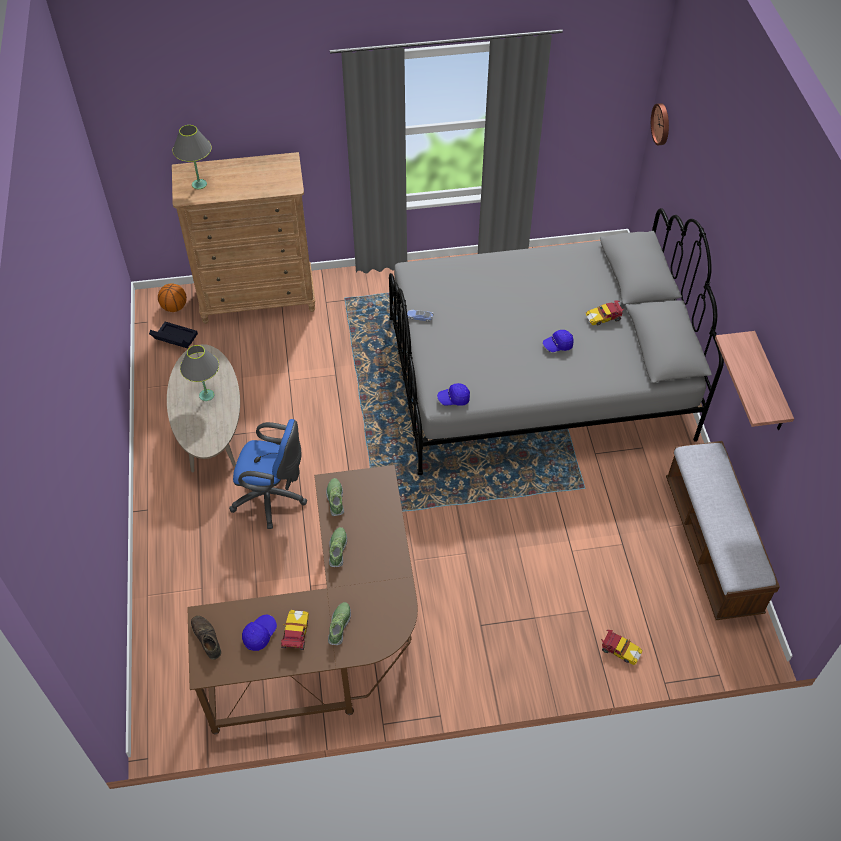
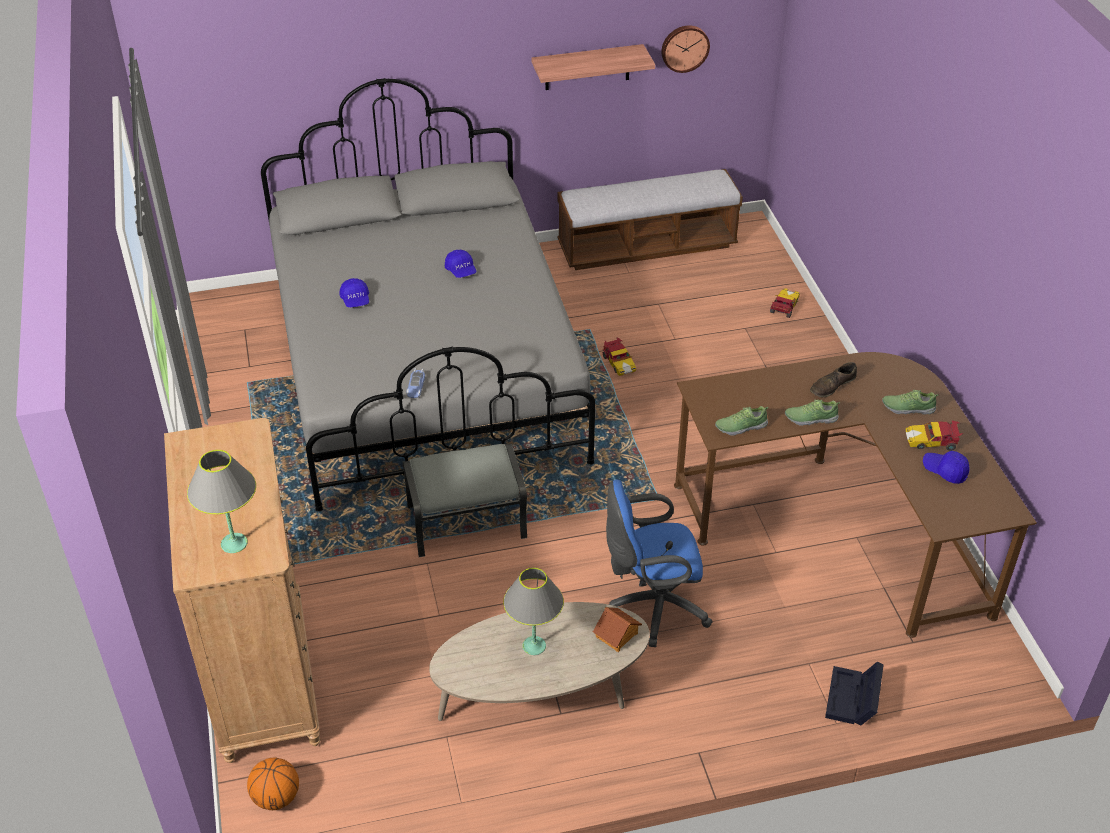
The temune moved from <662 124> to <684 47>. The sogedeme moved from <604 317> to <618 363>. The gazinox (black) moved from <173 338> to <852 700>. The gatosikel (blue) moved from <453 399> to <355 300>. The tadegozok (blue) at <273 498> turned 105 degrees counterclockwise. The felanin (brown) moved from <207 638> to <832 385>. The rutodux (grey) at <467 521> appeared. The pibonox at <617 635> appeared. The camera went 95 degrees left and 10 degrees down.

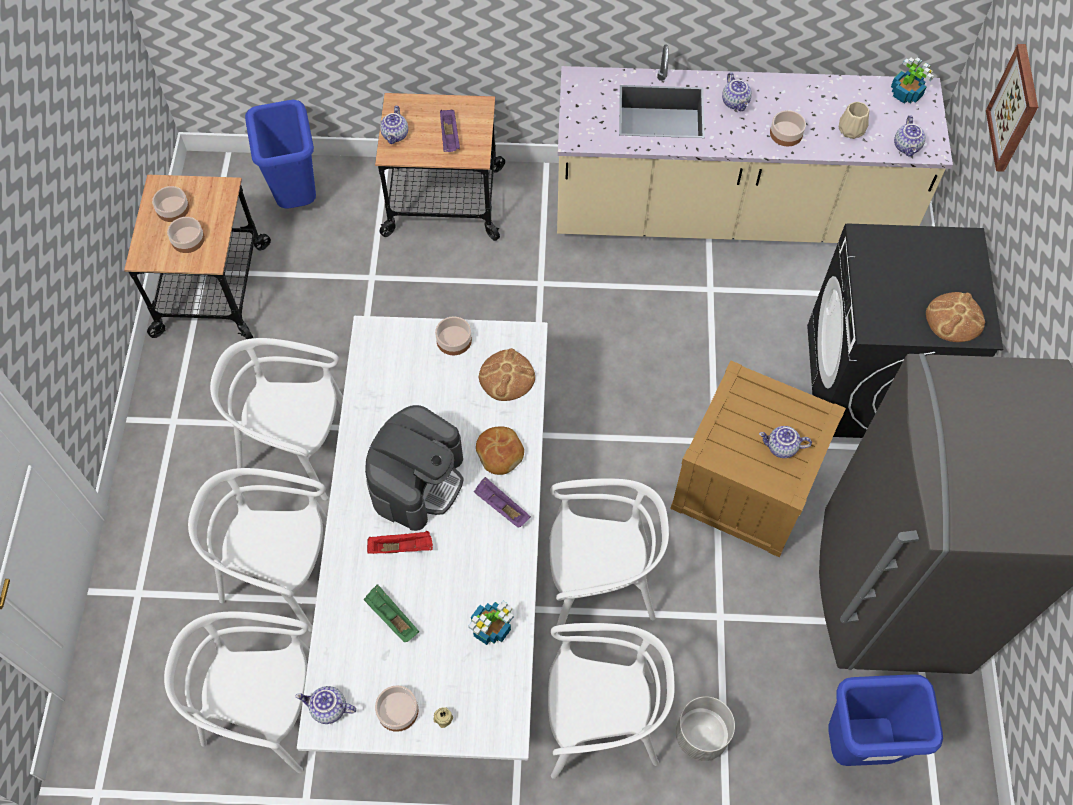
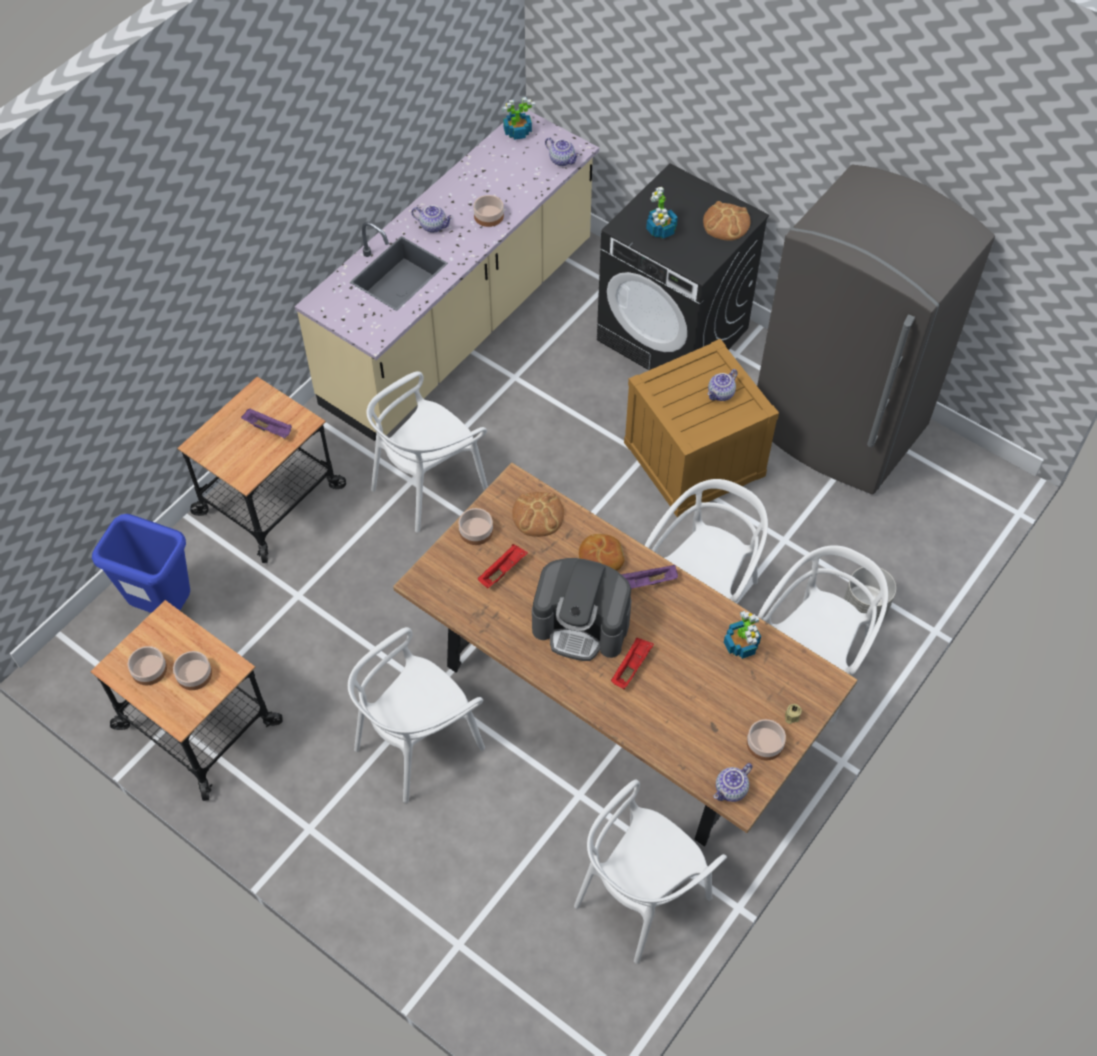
The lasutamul at <1014 109> disappeared. The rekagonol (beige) at <850 130> disappeared. The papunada at <396 135> disappeared. The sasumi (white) at <444 572> became the sasumi (brown) at <615 698>. The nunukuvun at <418 480> turned 135 degrees clockwise. The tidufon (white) moved from <282 573> to <428 485>. The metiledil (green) at <391 617> disappeared. The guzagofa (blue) at <858 745> disappeared. The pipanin at <661 230> appeared. The metiledil (red) at <502 570> appeared. The camera went 55 degrees left and 5 degrees down.

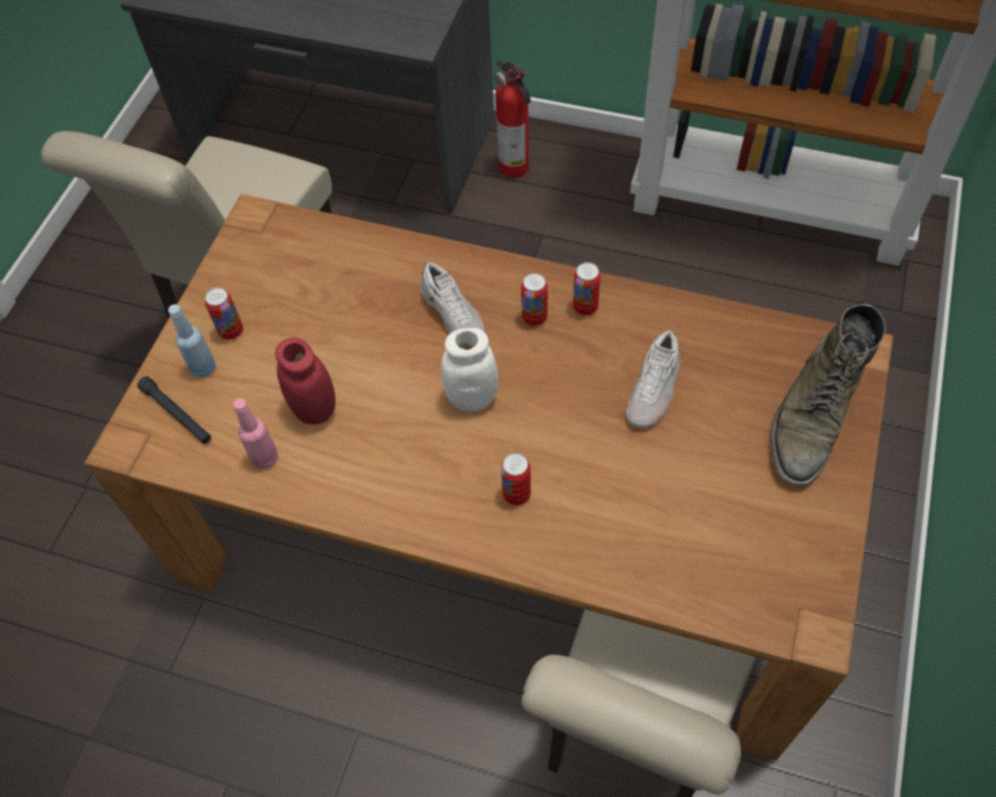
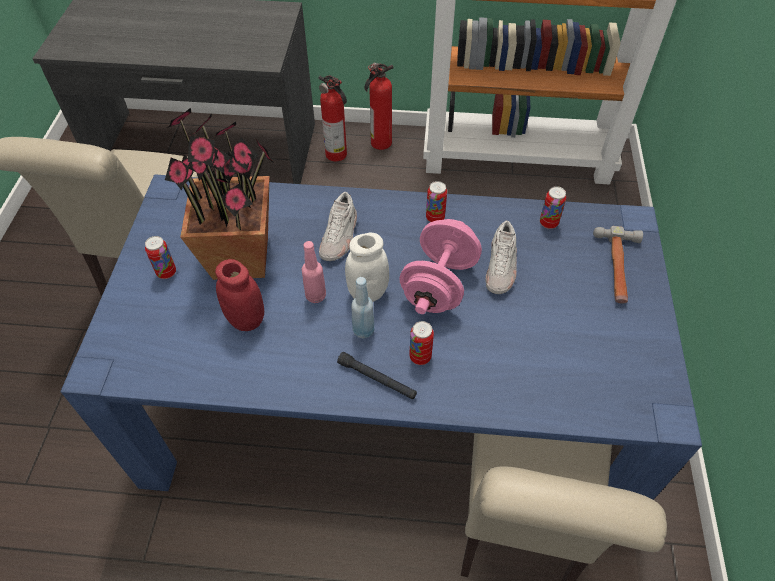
The sasumi (brown) at <506 528> became the sasumi (blue) at <387 401>. The felanin (white) at <454 316> turned 60 degrees clockwise. The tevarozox moved from <534 318> to <548 223>. The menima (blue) moved from <203 368> to <363 330>. The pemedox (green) at <812 417> was replaced by the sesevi at <617 268>. The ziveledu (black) moved from <177 414> to <377 379>. The menima (pink) moved from <265 458> to <315 296>. The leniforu at <379 143> appeared. The pipanin at <242 258> appeared. The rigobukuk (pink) at <439 285> appeared. The camera went 15 degrees left and 5 degrees down.

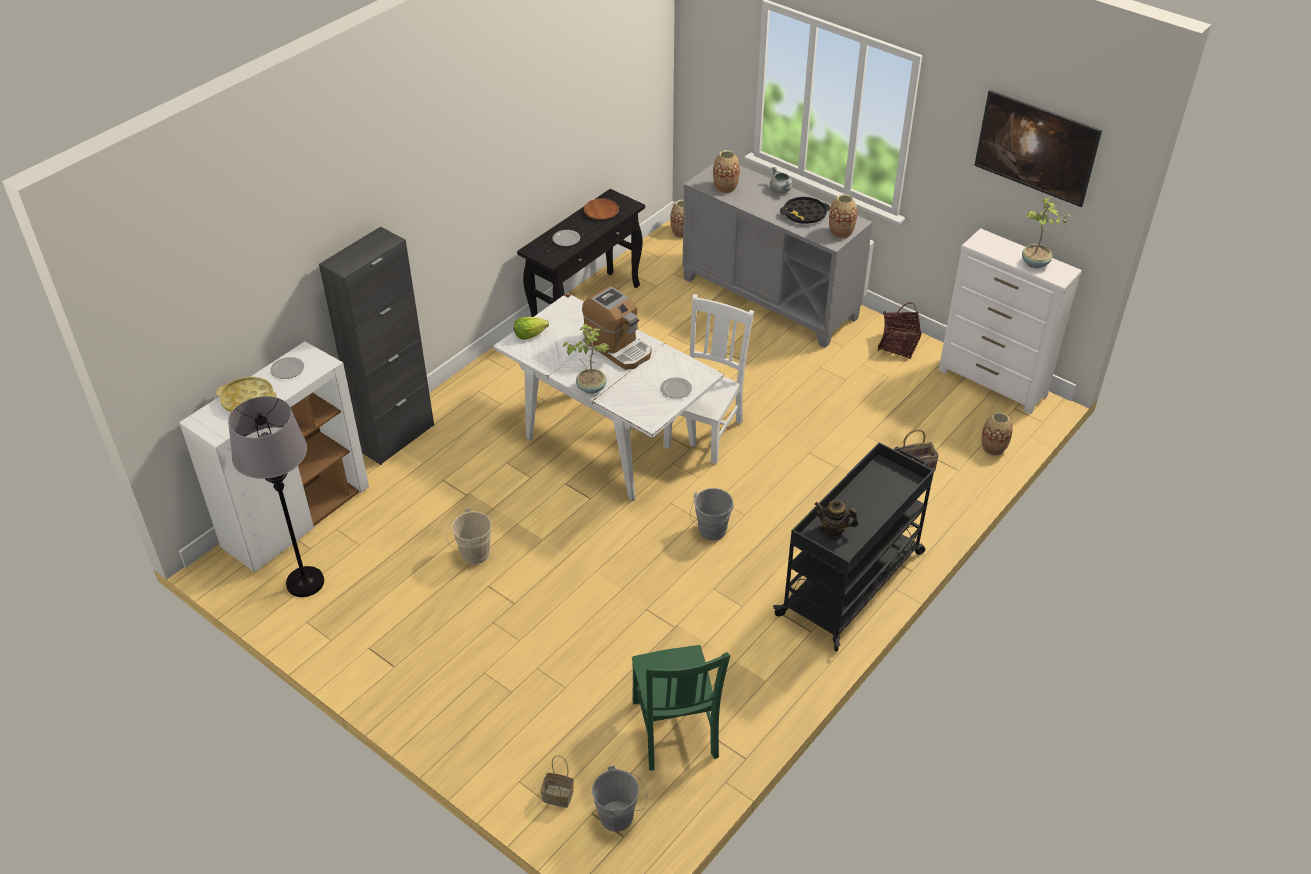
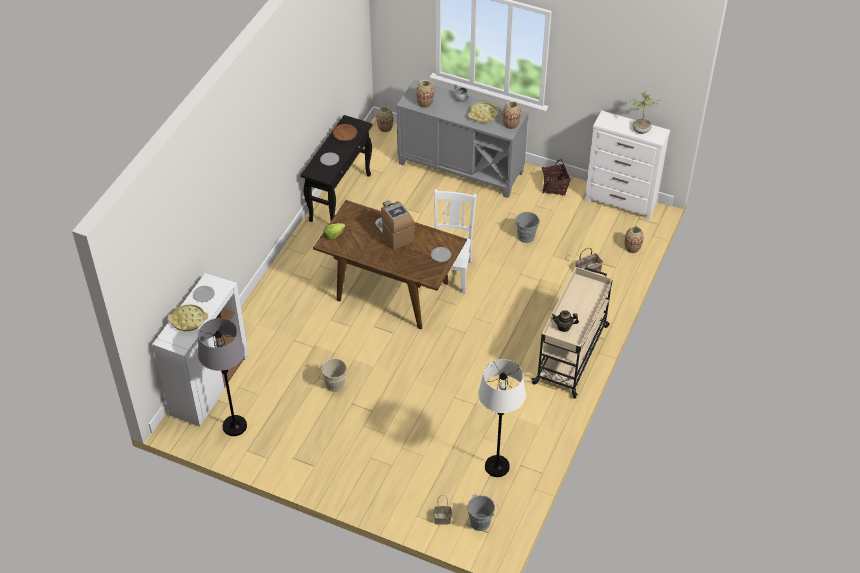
The lasutamul at <1032 166> disappeared. The metiledil (black) at <804 214> became the metiledil (yellow) at <483 114>. The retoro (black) at <396 437> disappeared. The nunukuvun at <618 348> turned 150 degrees counterclockwise. The sasumi (white) at <609 440> became the sasumi (brown) at <391 291>. The pipanin at <591 387> disappeared. The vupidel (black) at <852 582> became the vupidel (beige) at <572 354>. The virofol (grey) moved from <711 532> to <525 238>. The tidufon (green) at <675 732> was replaced by the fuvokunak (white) at <497 467>. The camera went 15 degrees left and 5 degrees up.

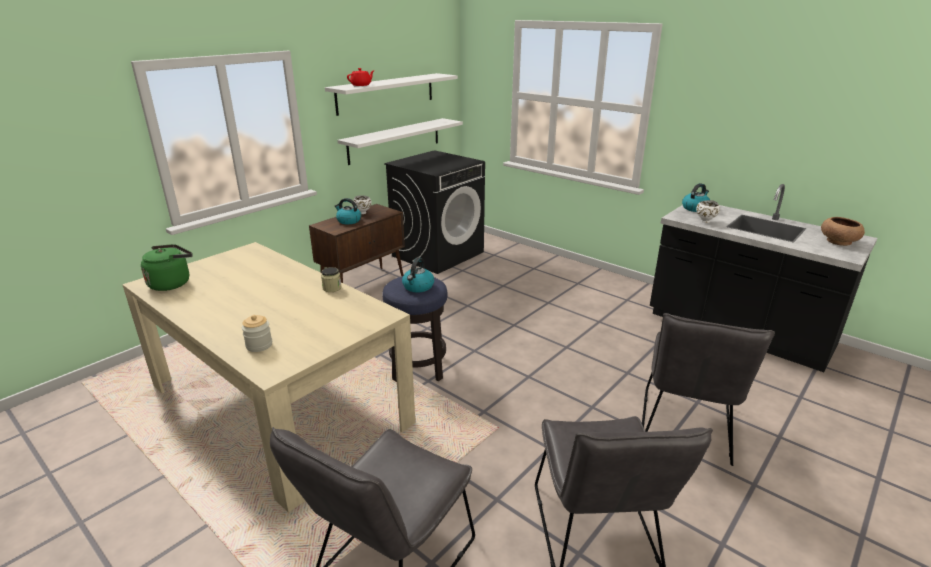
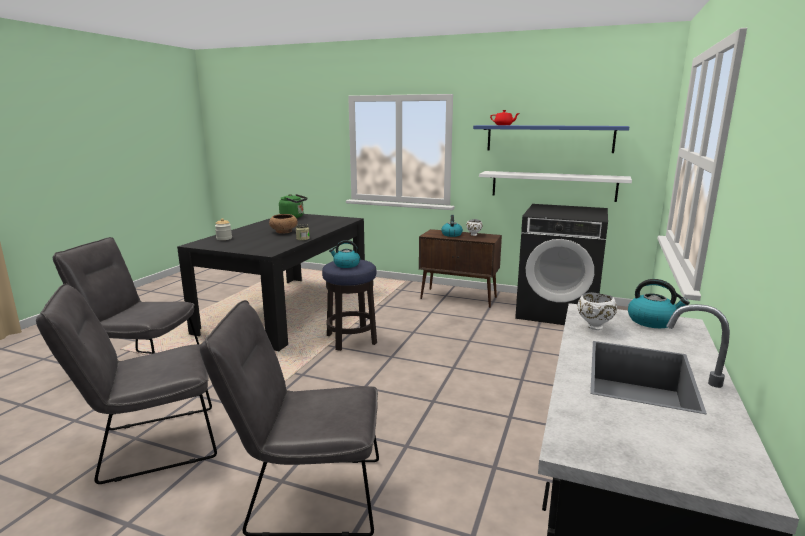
The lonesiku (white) at <386 93> became the lonesiku (blue) at <549 138>. The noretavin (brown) moved from <838 241> to <284 232>. The sasumi (beige) at <278 404> became the sasumi (black) at <287 309>. The camera went 70 degrees right and 10 degrees down.

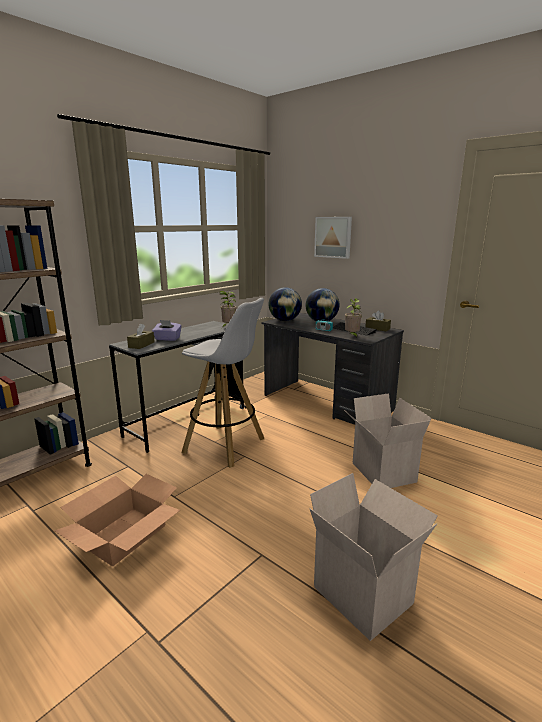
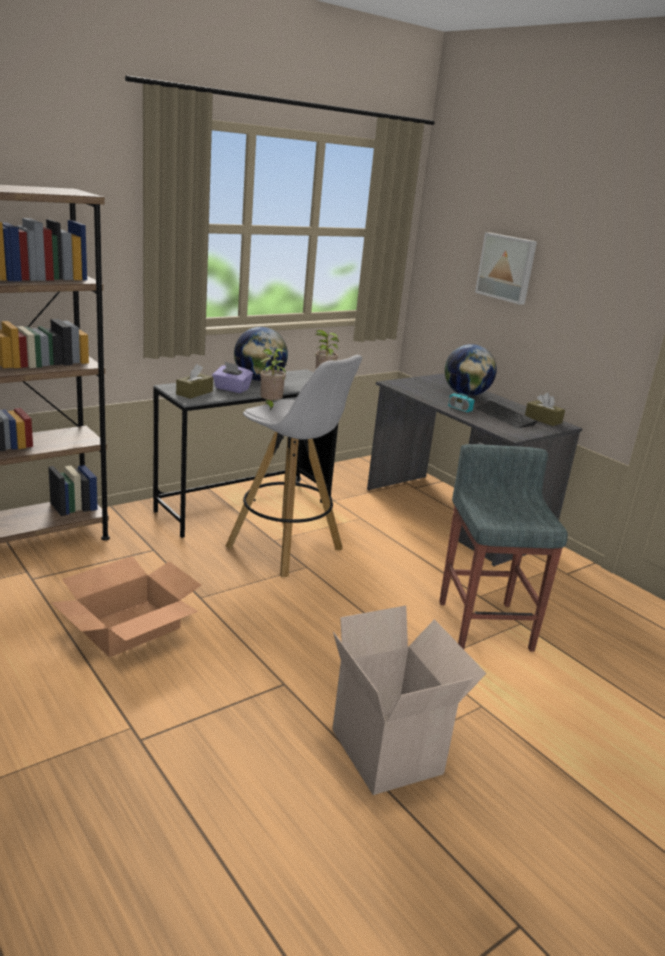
The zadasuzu moved from <284 320> to <259 379>. The pipanin moved from <352 336> to <270 406>. The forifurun at <381 472> was replaced by the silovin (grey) at <484 624>. The camera went 10 degrees right and 5 degrees up.

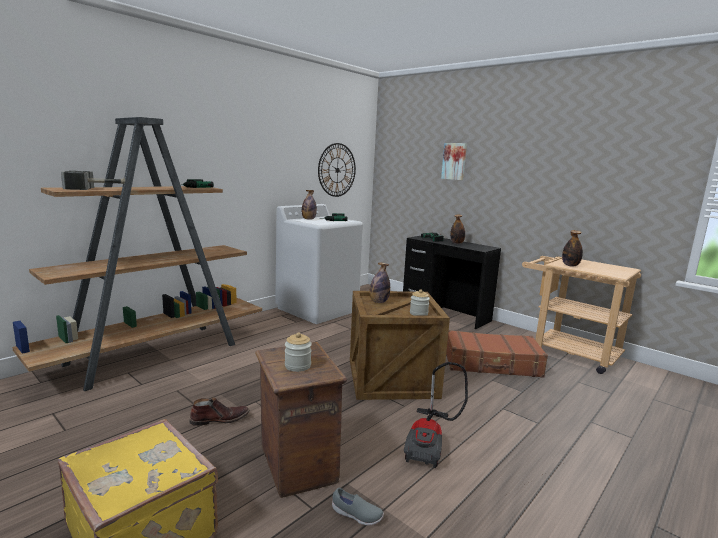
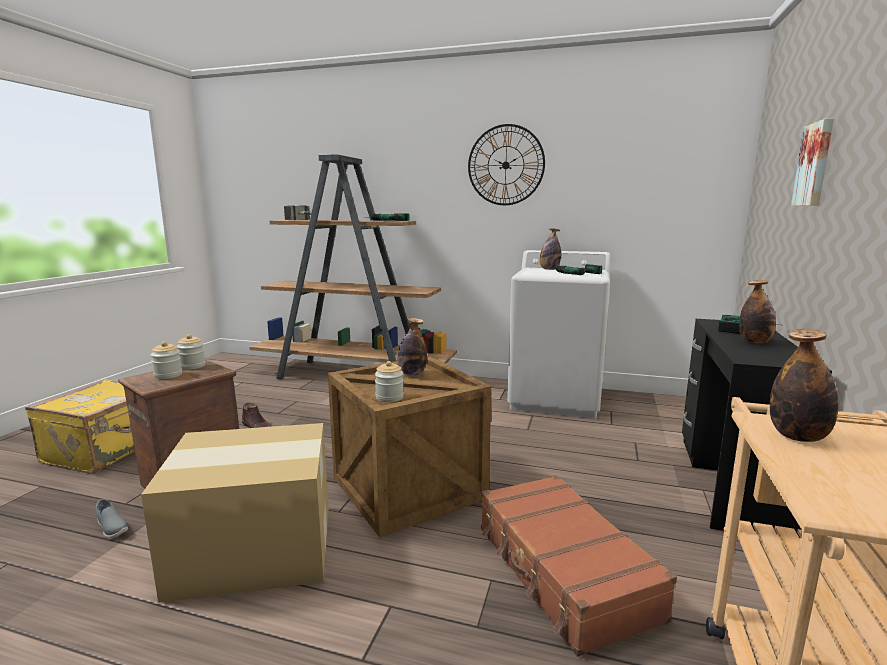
The temune moved from <337 170> to <505 165>. The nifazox at <429 443> was replaced by the forifurun at <252 548>. The felanin (grey) at <356 515> turned 45 degrees counterclockwise. The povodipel at <192 366> appeared. The camera went 65 degrees right and 0 degrees up.

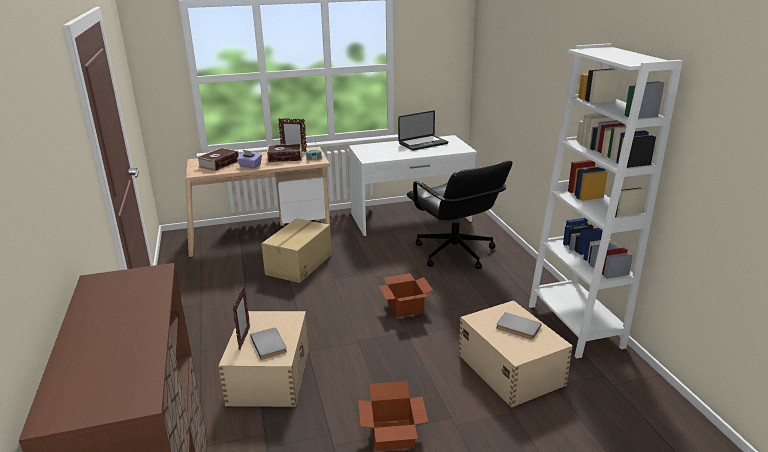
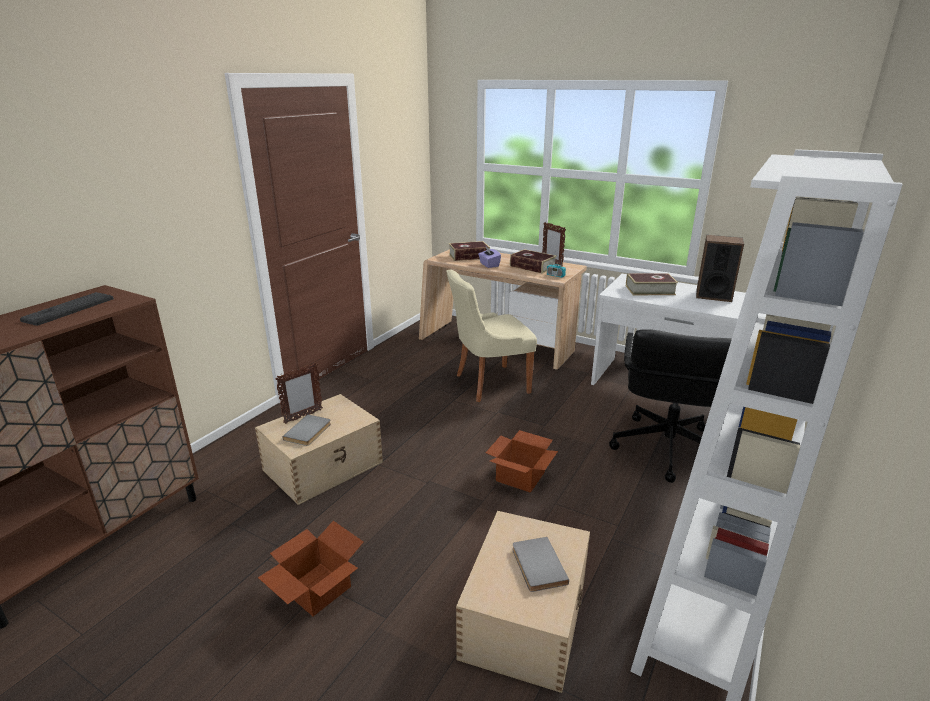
The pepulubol at <423 144> was replaced by the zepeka at <713 295>. The forifurun at <298 264> was replaced by the tidufon (beige) at <489 384>. The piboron at <650 290> appeared. The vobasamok at <69 309> appeared. The camera went 45 degrees right and 0 degrees up.

